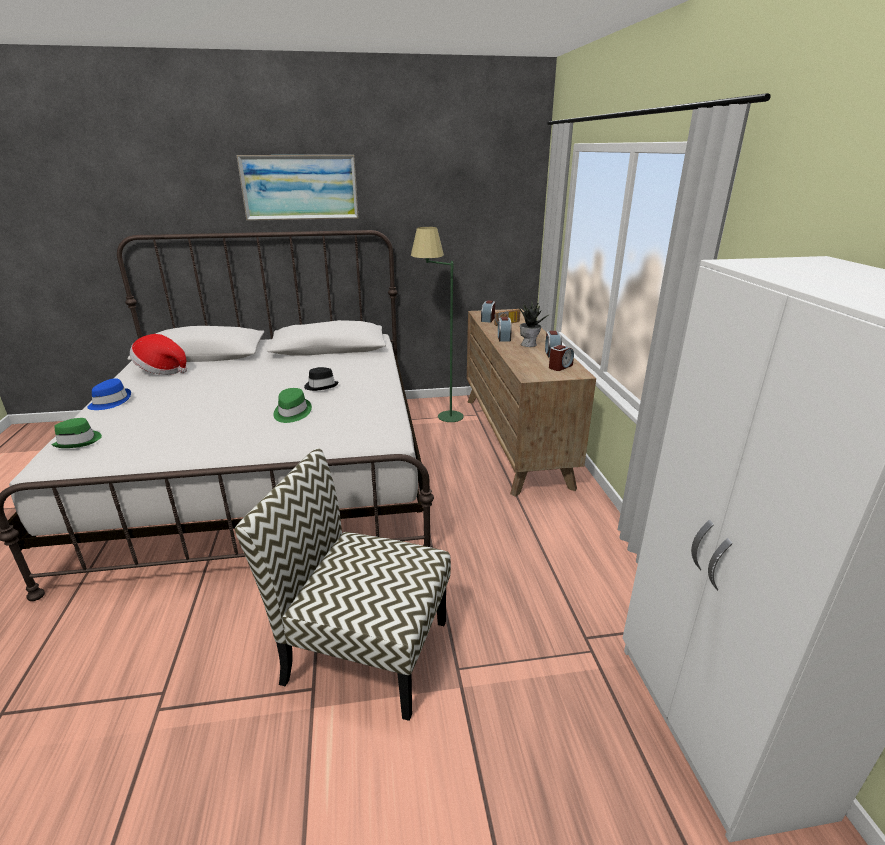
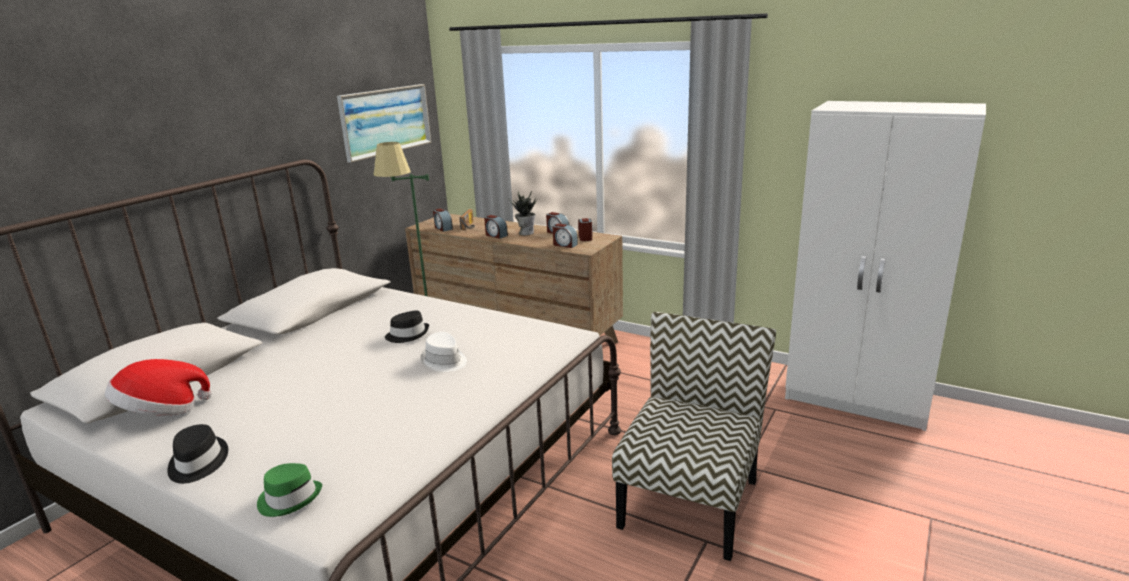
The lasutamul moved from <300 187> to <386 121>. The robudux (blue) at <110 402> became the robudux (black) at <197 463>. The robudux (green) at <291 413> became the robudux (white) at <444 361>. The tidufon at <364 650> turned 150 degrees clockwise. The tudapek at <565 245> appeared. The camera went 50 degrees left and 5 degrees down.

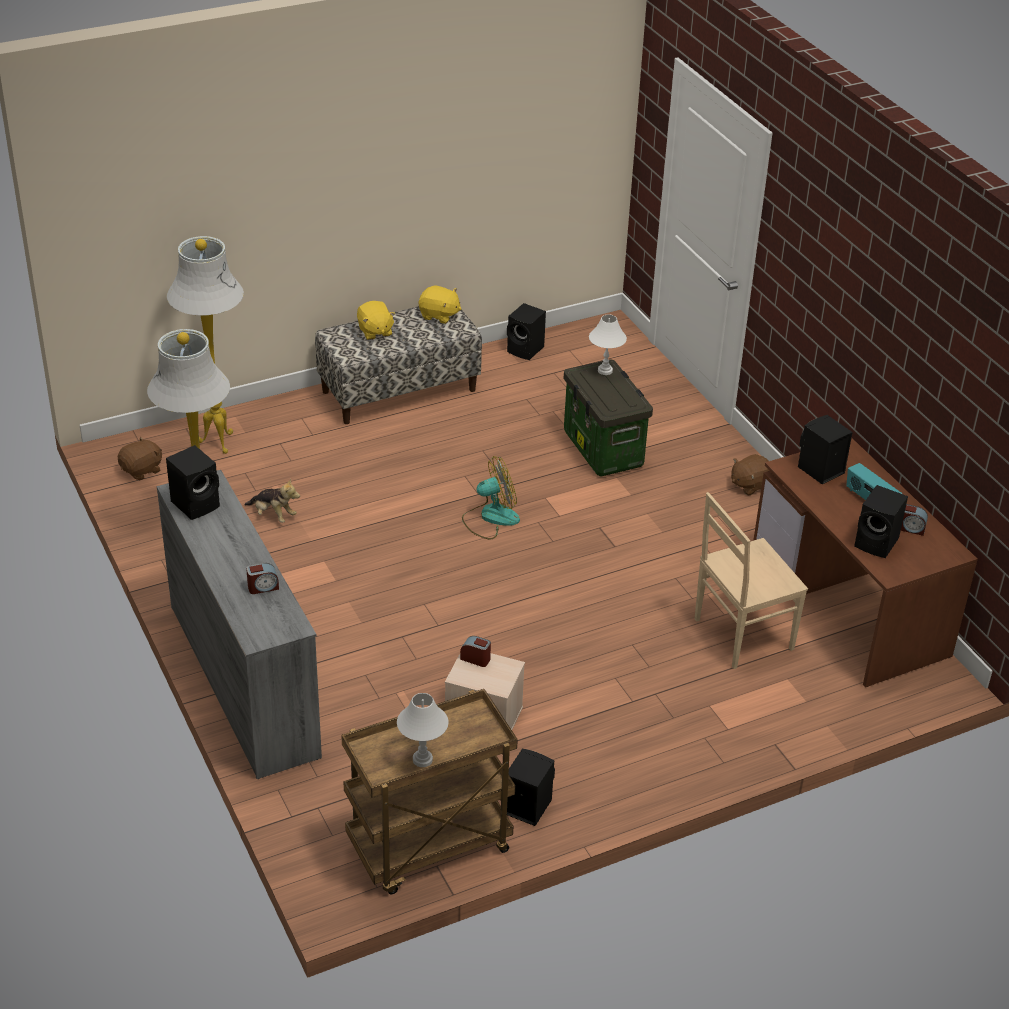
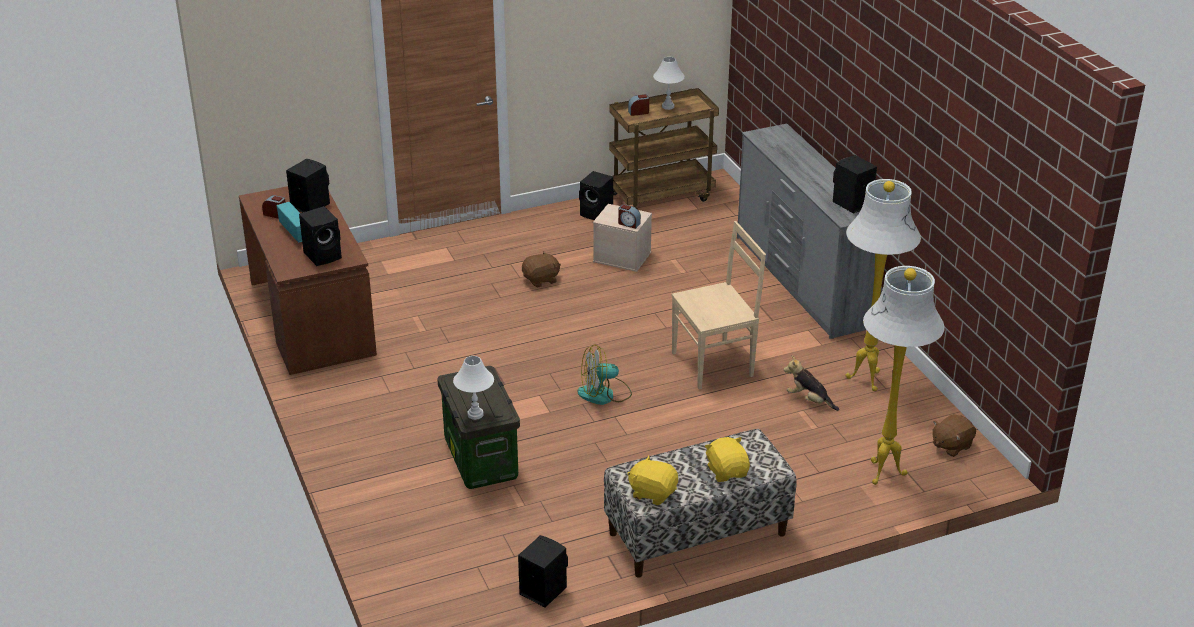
The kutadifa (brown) moved from <750 485> to <541 280>. The tidufon (beige) moved from <740 635> to <714 364>. The tudapek moved from <263 587> to <638 112>. The camera went 175 degrees left and 5 degrees down.

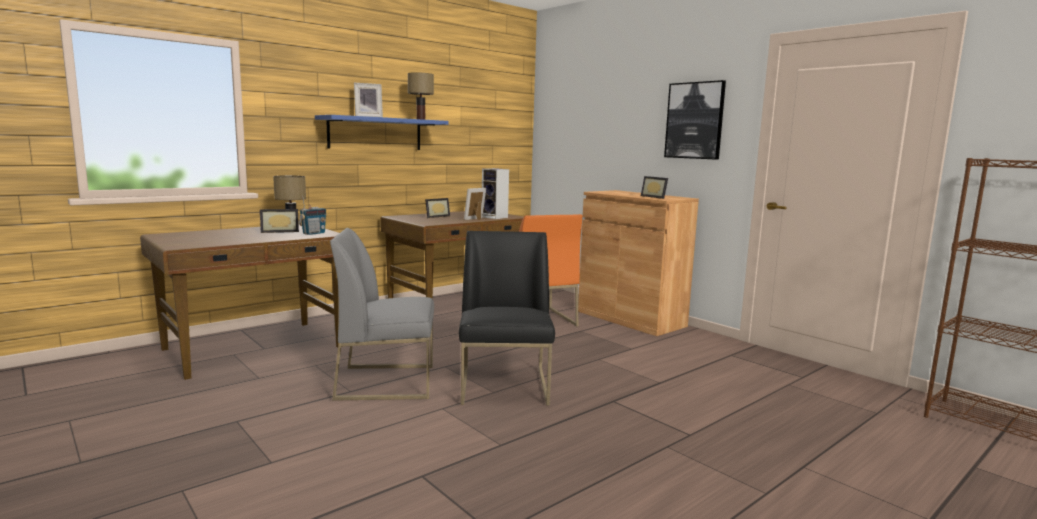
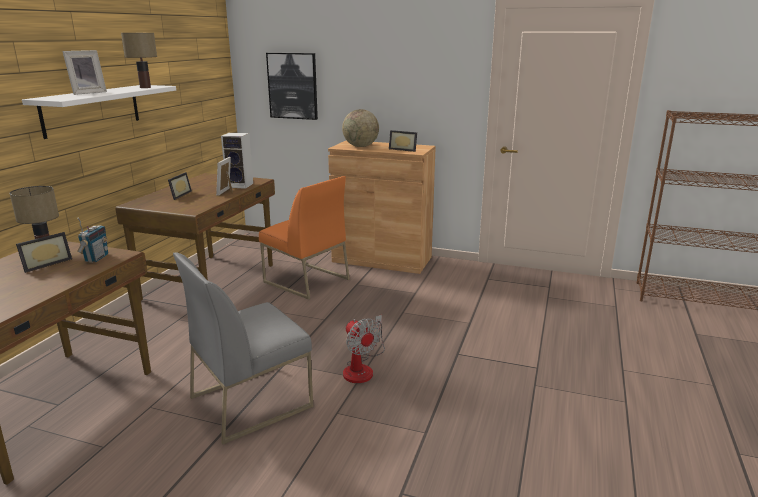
The lasutamul moved from <695 120> to <293 86>. The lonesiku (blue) at <375 133> became the lonesiku (white) at <92 110>. The tidufon (black) at <505 386> was replaced by the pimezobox at <362 368>. The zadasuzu at <361 146> appeared. The camera went 30 degrees left and 10 degrees up.

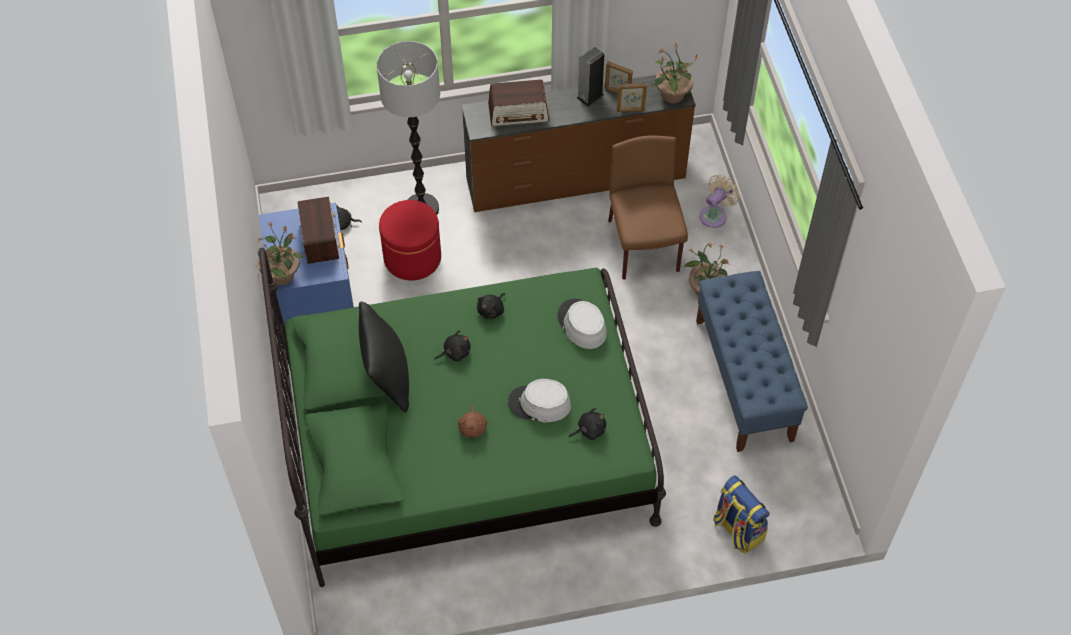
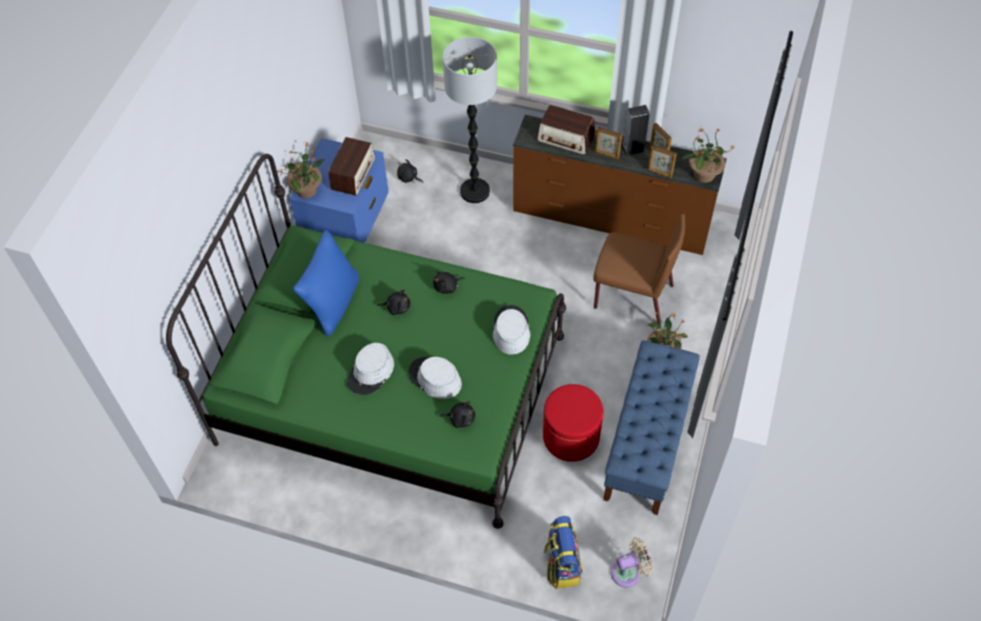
The tidufon (brown) at <644 247> turned 90 degrees clockwise. The pimezobox (beige) moved from <715 215> to <629 572>. The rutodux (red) moved from <412 258> to <571 436>. The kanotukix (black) at <387 378> became the kanotukix (blue) at <333 304>. The kutadifa (brown) at <473 427> was replaced by the robudux (grey) at <371 372>. The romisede at <606 154> appeared. The camera went 30 degrees right and 0 degrees up.

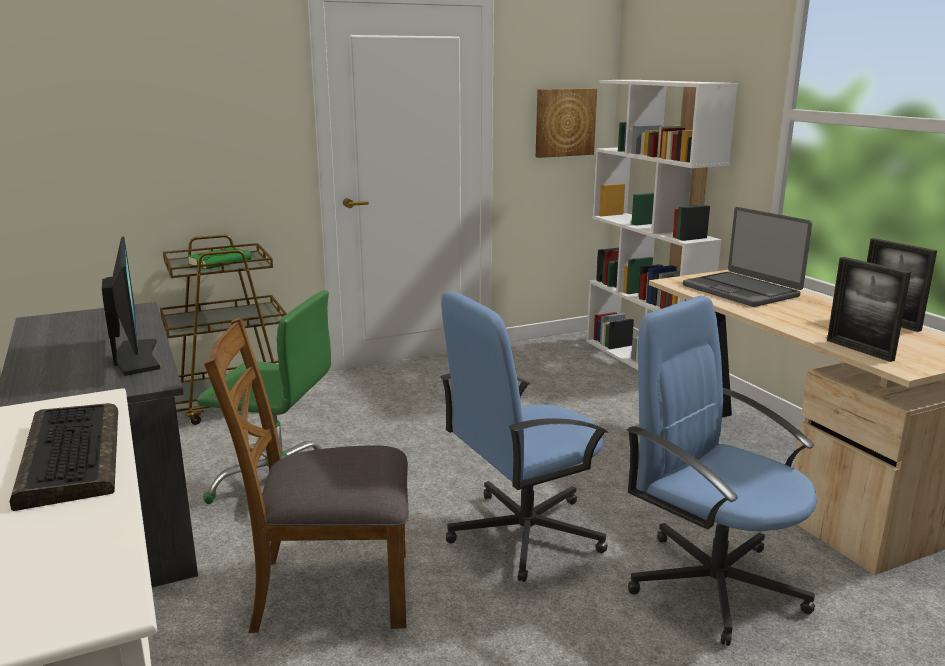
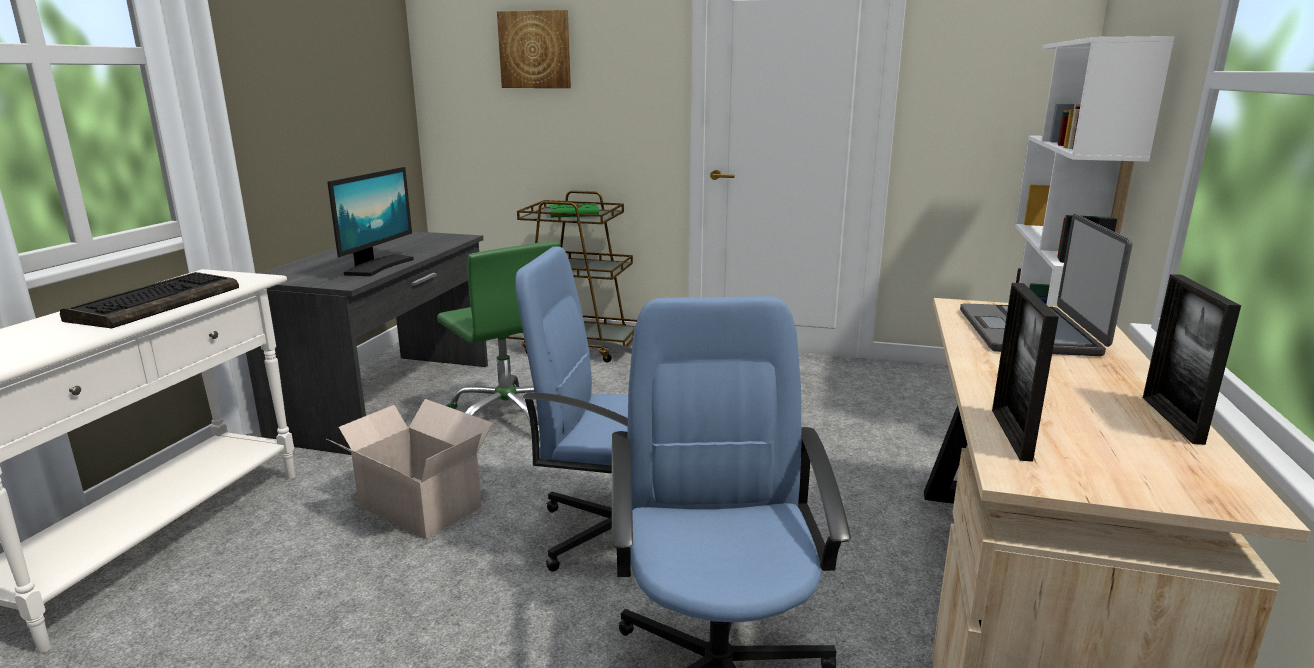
The lasutamul moved from <564 122> to <535 50>. The tidufon (brown) at <330 590> was replaced by the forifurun at <418 505>. The camera went 40 degrees right and 0 degrees up.

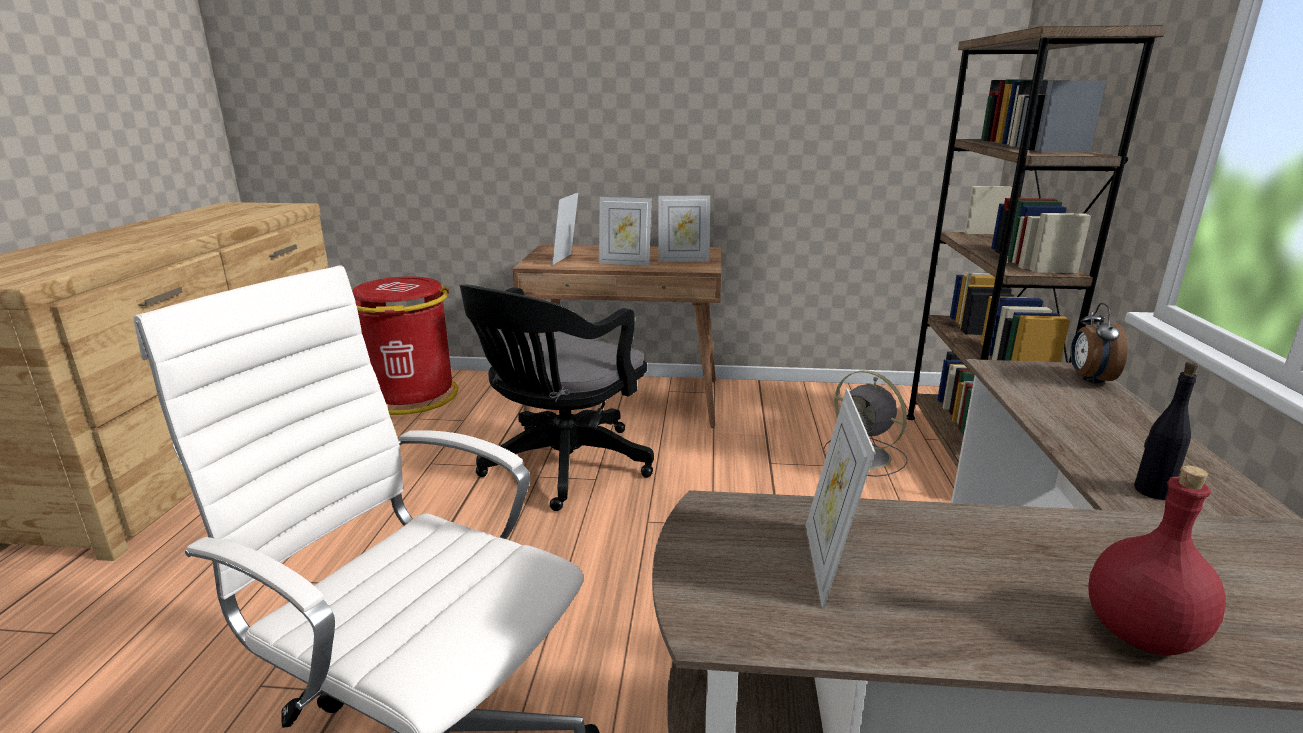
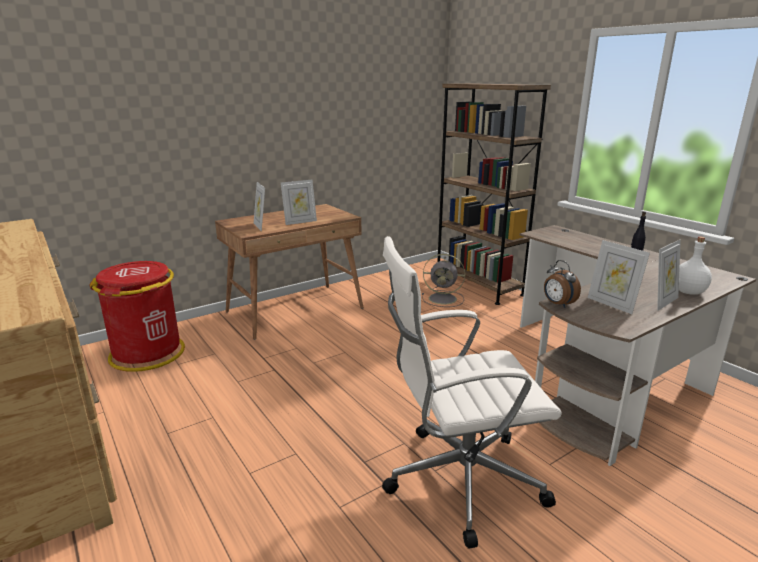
The romisede moved from <683 260> to <662 302>. The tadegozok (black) at <561 467> disappeared. The tudapek moved from <1089 378> to <558 304>. The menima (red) at <1142 634> became the menima (white) at <688 292>. The camera went 40 degrees left and 0 degrees up.

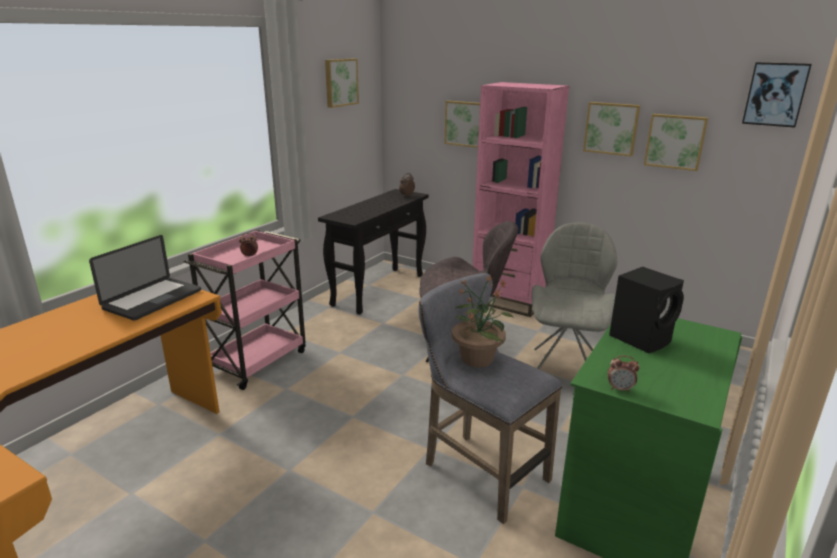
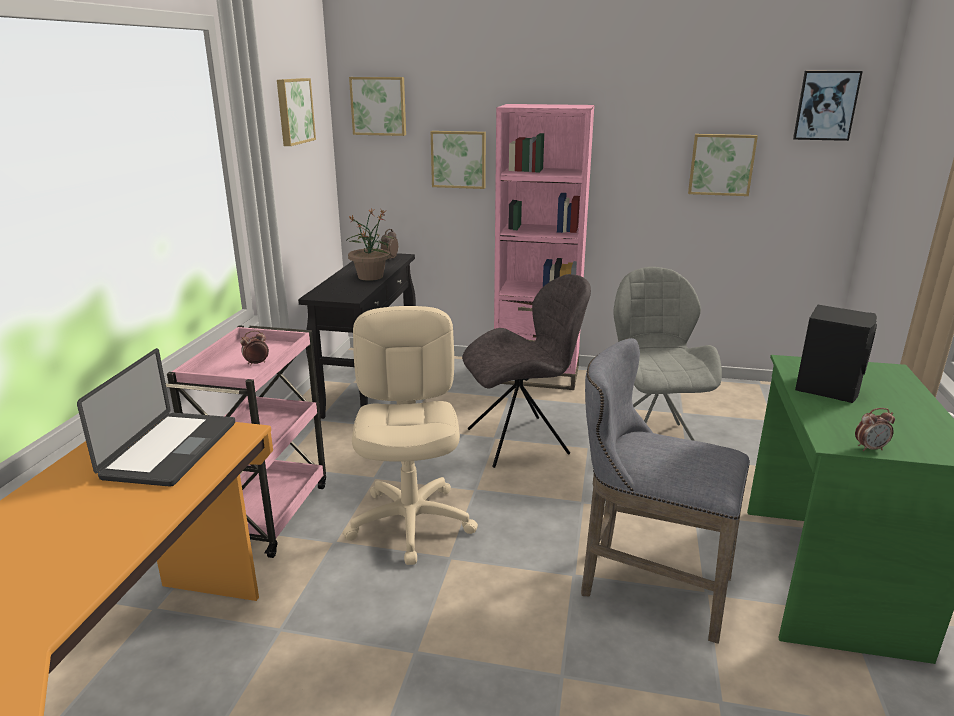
The lasutamul moved from <611 128> to <379 106>. The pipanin moved from <477 358> to <370 276>. The tadegozok (beige) at <411 522> appeared. The camera went 20 degrees left and 0 degrees up.

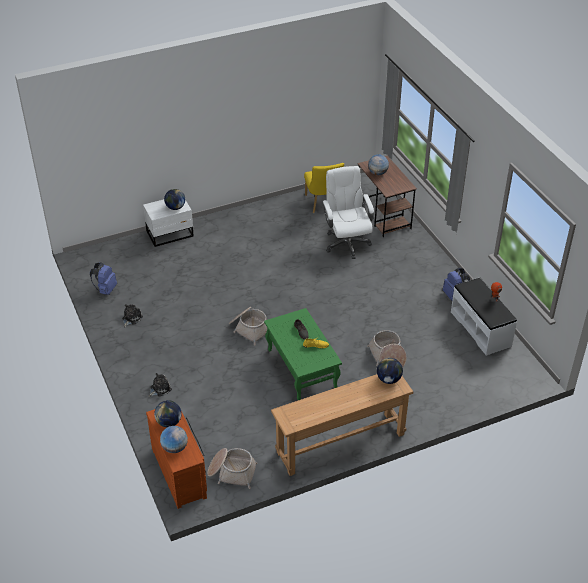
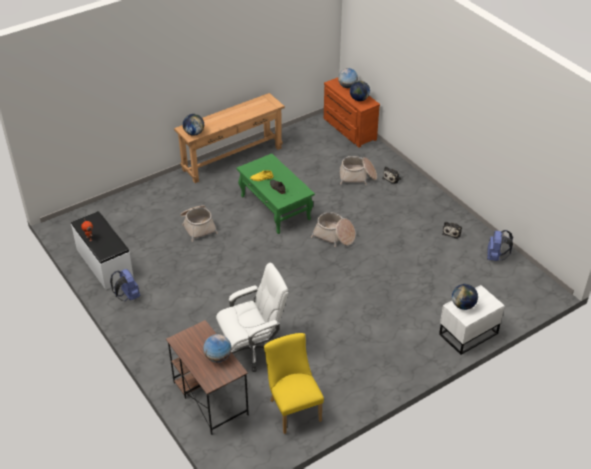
The tadegozok (white) at <346 243> turned 90 degrees counterclockwise. The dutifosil moved from <232 472> to <357 176>. The camera went 170 degrees right and 0 degrees up.

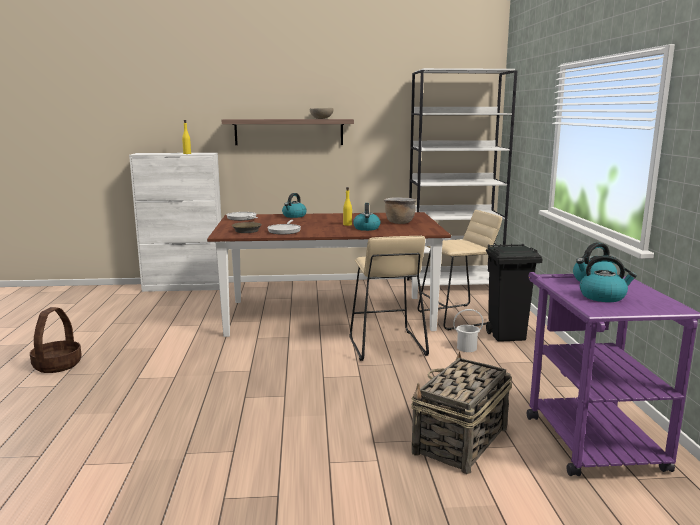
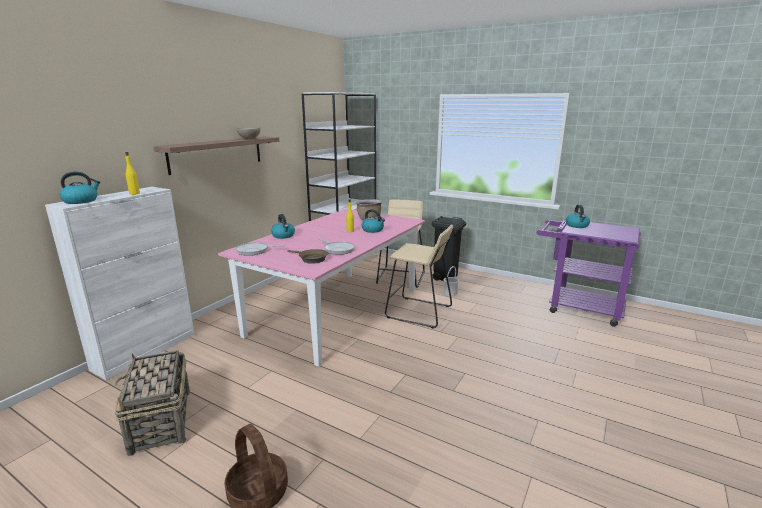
The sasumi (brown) at <328 315> became the sasumi (pink) at <337 311>. The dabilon moved from <603 297> to <81 201>. The dutifosil moved from <460 441> to <161 421>. The camera went 55 degrees left and 5 degrees up.

